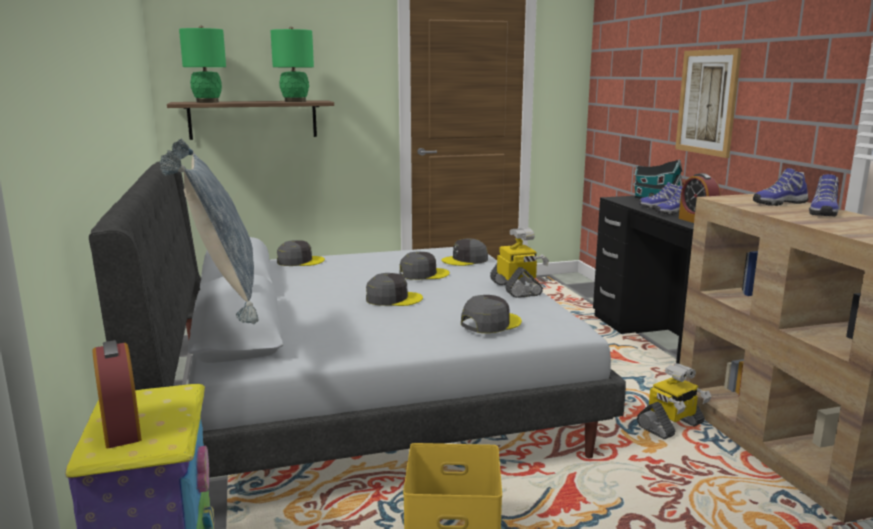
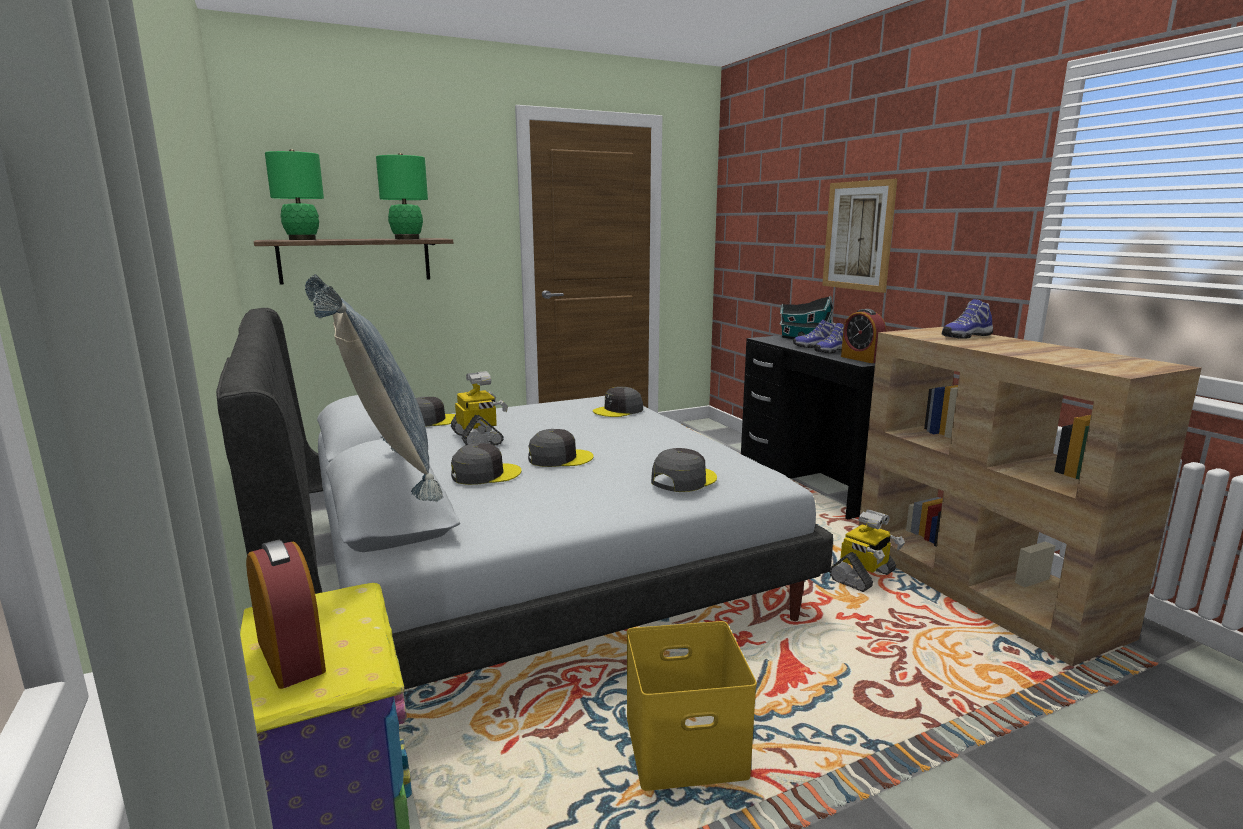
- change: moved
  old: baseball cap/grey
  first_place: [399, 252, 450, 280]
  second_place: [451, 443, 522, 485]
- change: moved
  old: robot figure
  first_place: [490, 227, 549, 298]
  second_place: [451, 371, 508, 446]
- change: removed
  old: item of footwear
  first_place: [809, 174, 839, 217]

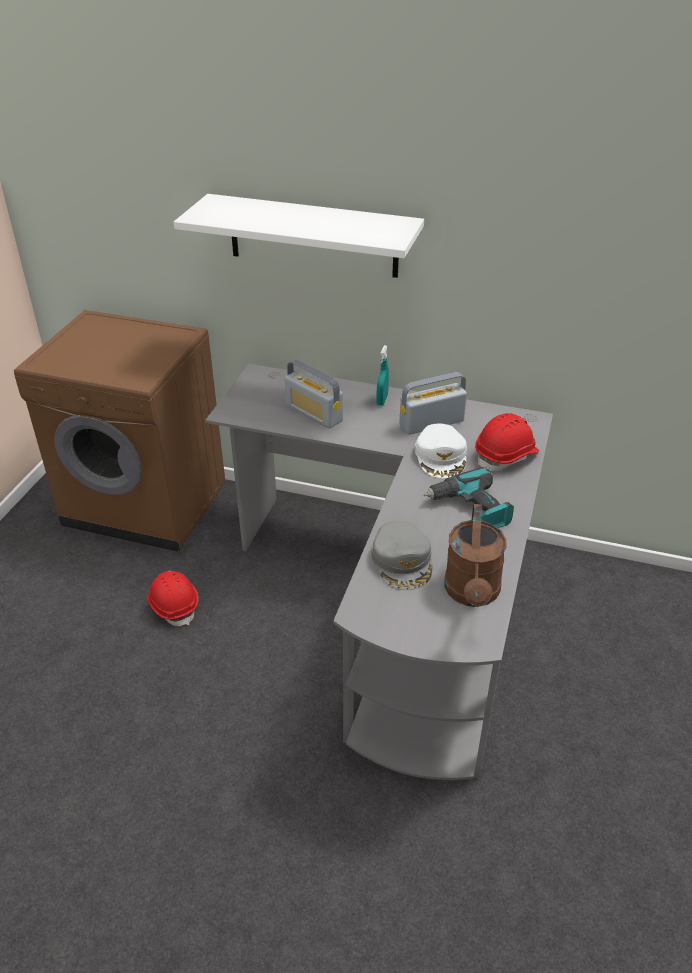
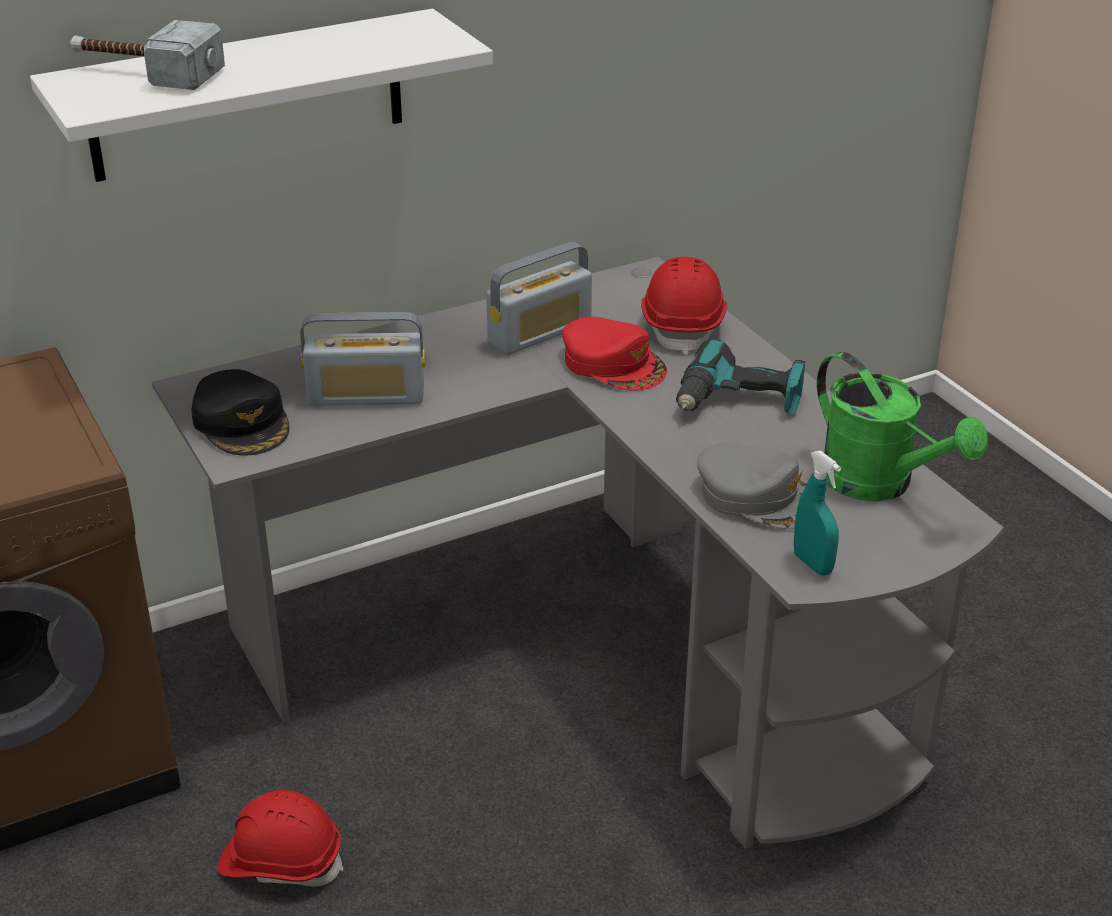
- change: moved
  old: sprayer/turquoise
  first_place: [376, 345, 389, 405]
  second_place: [794, 450, 841, 576]
- change: turned
  old: radio set
  first_place: [399, 372, 467, 435]
  second_place: [486, 242, 592, 355]
  degrees: -150
- change: recoloured
  old: baseball cap/white-coloured
  new: baseball cap/red
  first_place: [415, 424, 467, 478]
  second_place: [562, 317, 667, 391]
- change: recoloured
  old: sprinkling can/brown-coloured
  new: sprinkling can/green-coloured
  first_place: [444, 504, 507, 607]
  second_place: [817, 352, 988, 501]
- change: added
  new: hammer
  second_place: [70, 20, 225, 90]
- change: added
  new: baseball cap/black
  second_place: [191, 369, 289, 456]

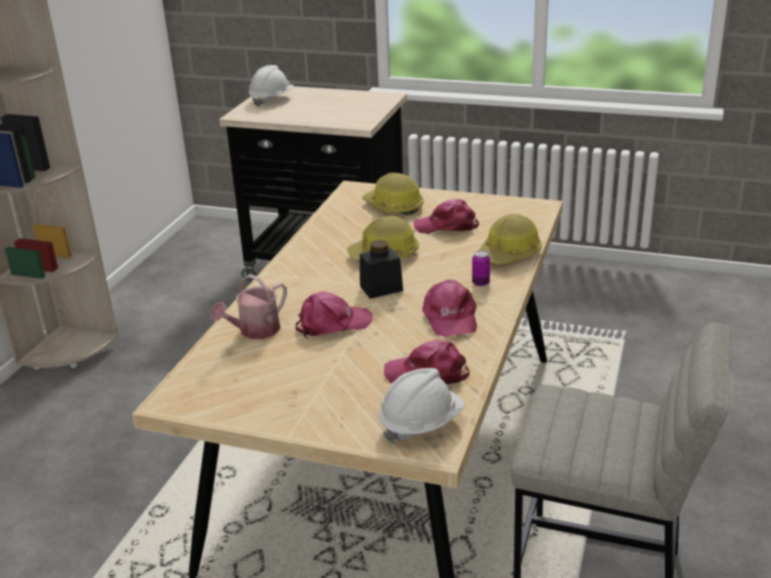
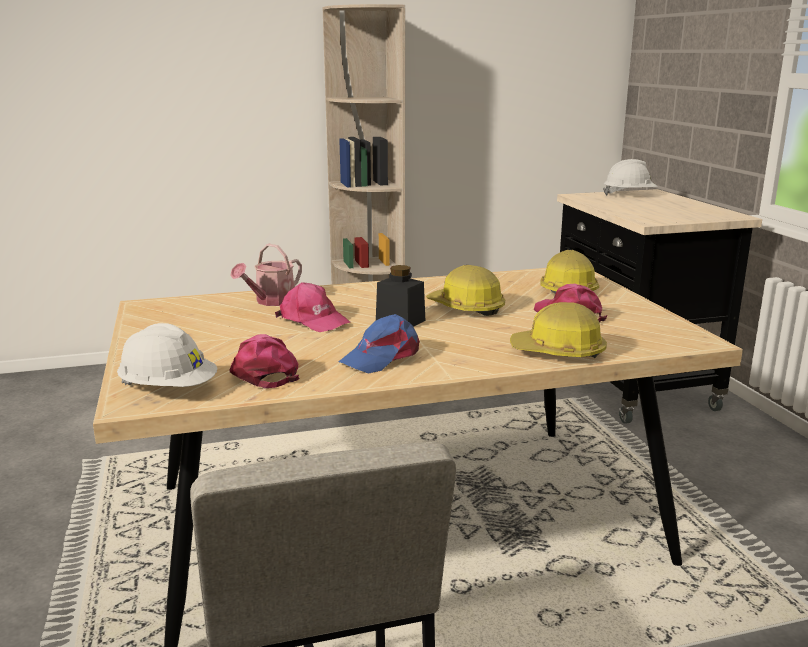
- change: turned
  old: sprinkling can
  first_place: [210, 274, 287, 339]
  second_place: [230, 244, 302, 306]
  degrees: -60
- change: recoloured
  old: baseball cap/pinkish
  new: baseball cap/blue-coloured
  first_place: [422, 280, 477, 337]
  second_place: [338, 314, 420, 374]
- change: removed
  old: sealed can
  first_place: [472, 251, 490, 287]

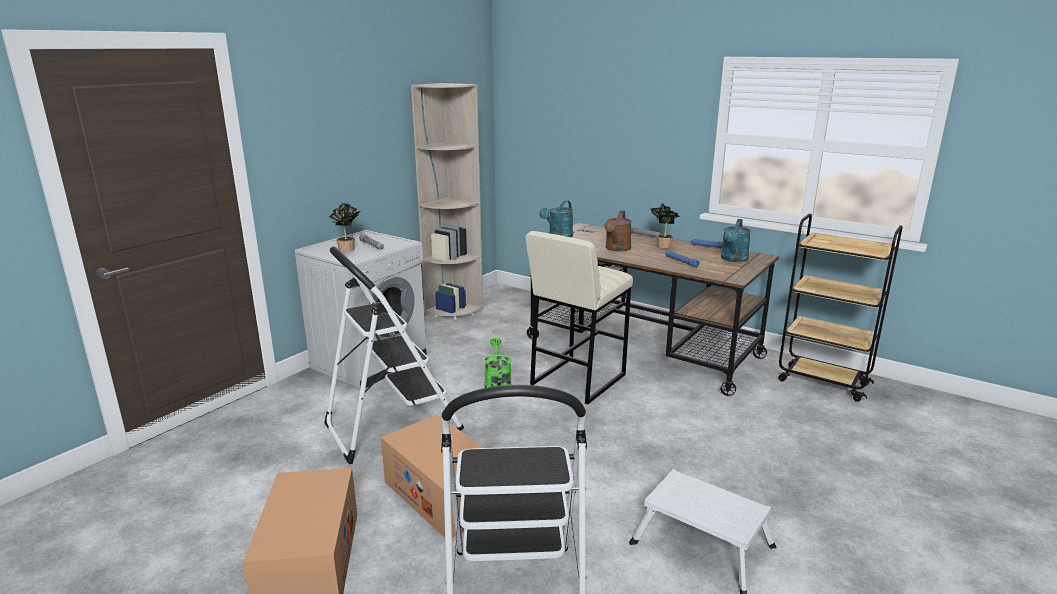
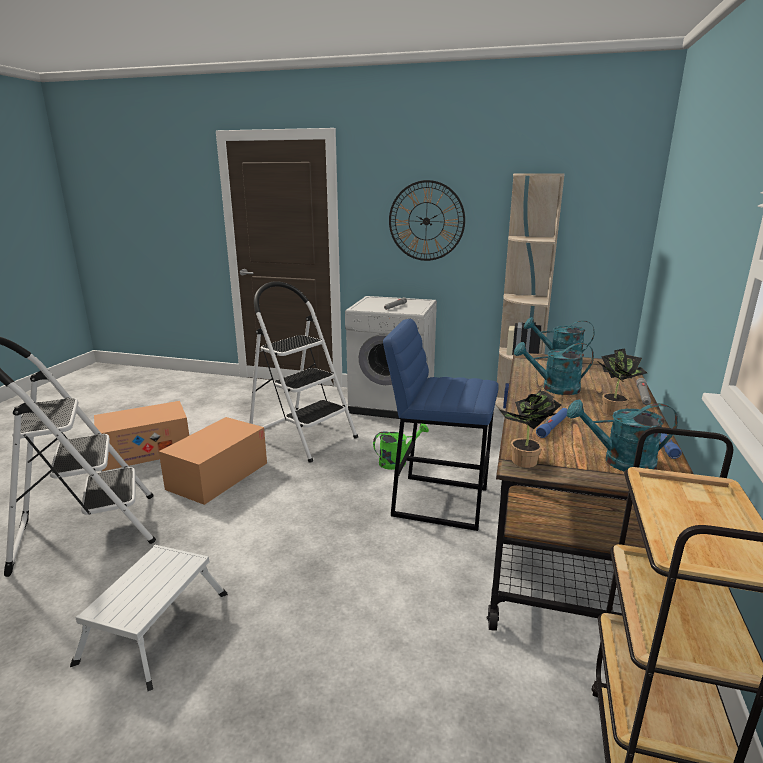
- change: moved
  old: houseplant
  first_place: [329, 203, 361, 252]
  second_place: [500, 390, 561, 468]
- change: recoloured
  old: stool/beige
  new: stool/blue-coloured
  first_place: [525, 231, 633, 404]
  second_place: [383, 319, 499, 531]
- change: recoloured
  old: sprinkling can/brown-coloured
  new: sprinkling can/turquoise
  first_place: [604, 210, 632, 252]
  second_place: [514, 342, 594, 395]
- change: added
  new: hanging clock
  second_place: [389, 180, 465, 261]

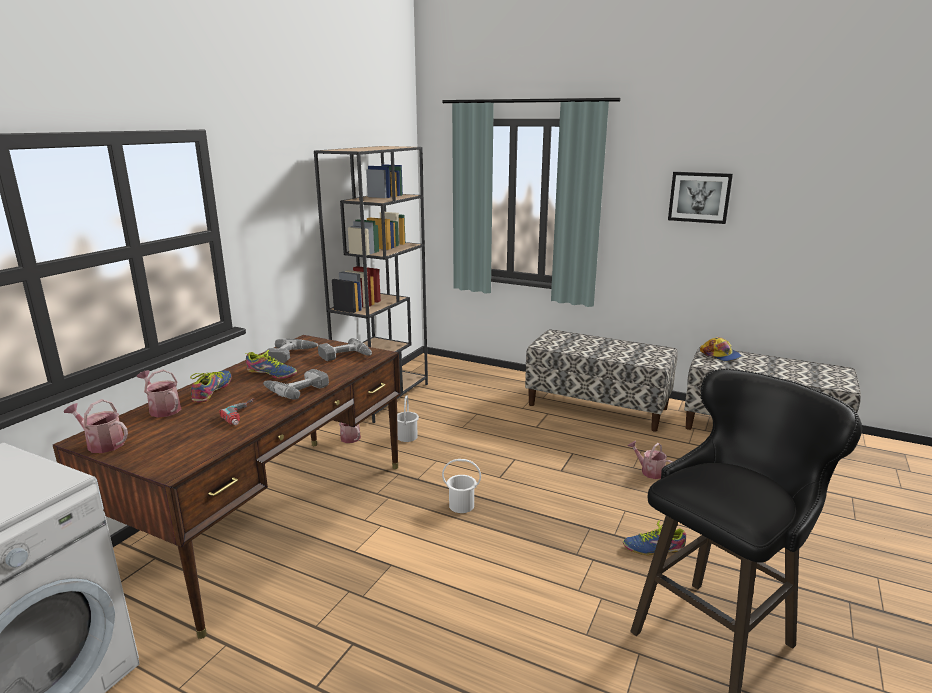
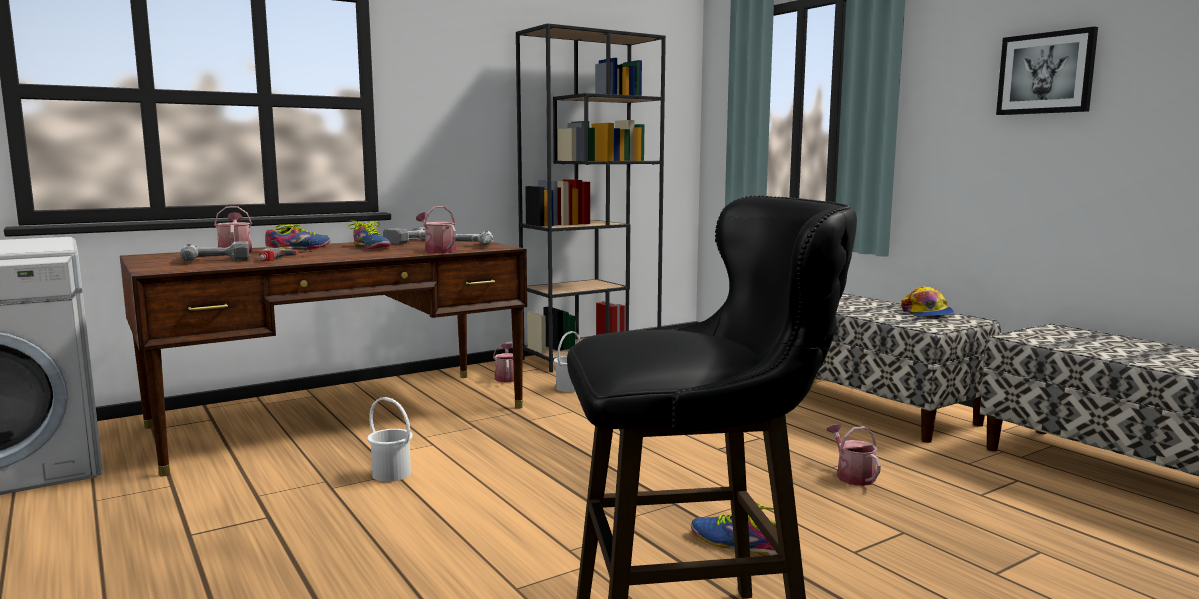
- change: moved
  old: sprinkling can
  first_place: [64, 399, 128, 453]
  second_place: [416, 206, 456, 253]
- change: moved
  old: electric drill
  first_place: [263, 369, 329, 400]
  second_place: [180, 241, 249, 261]
- change: moved
  old: bucket/white-coloured
  first_place: [442, 459, 481, 513]
  second_place: [367, 397, 413, 482]
- change: moved
  old: baseball cap
  first_place: [700, 337, 741, 361]
  second_place: [901, 286, 954, 317]

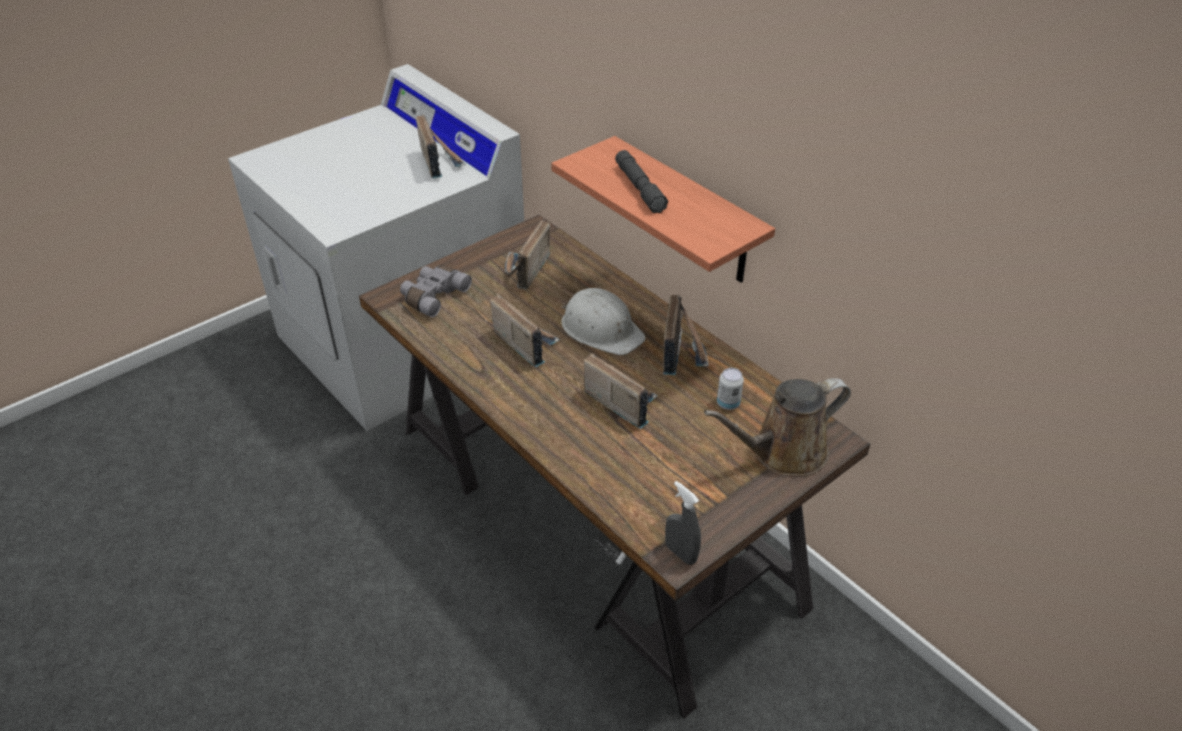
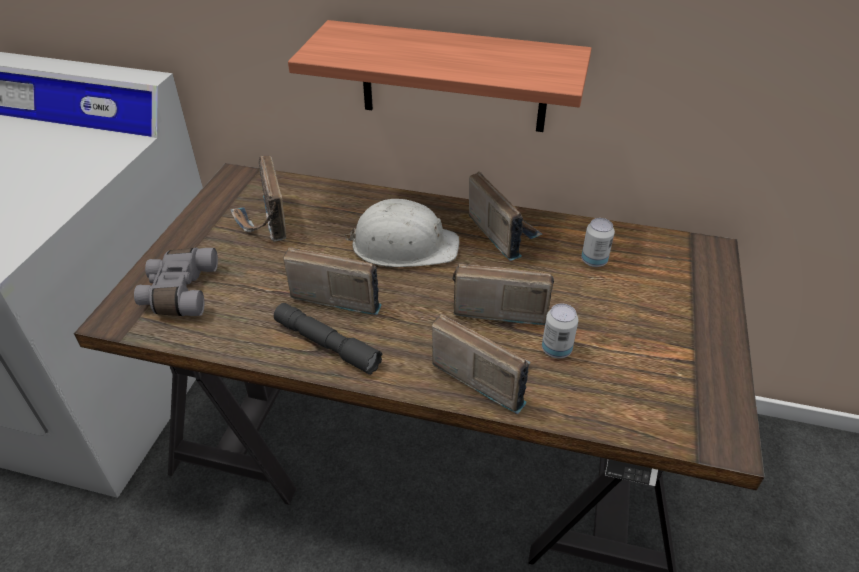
- change: moved
  old: radio set
  first_place: [416, 114, 466, 179]
  second_place: [432, 314, 531, 414]
- change: moved
  old: hand torch/grey
  first_place: [615, 150, 668, 213]
  second_place: [274, 303, 383, 375]
- change: removed
  old: sprayer/grey
  first_place: [665, 481, 701, 565]
- change: removed
  old: sprinkling can/brown-coloured
  first_place: [704, 378, 851, 476]
- change: added
  new: sealed can
  second_place: [542, 304, 578, 358]

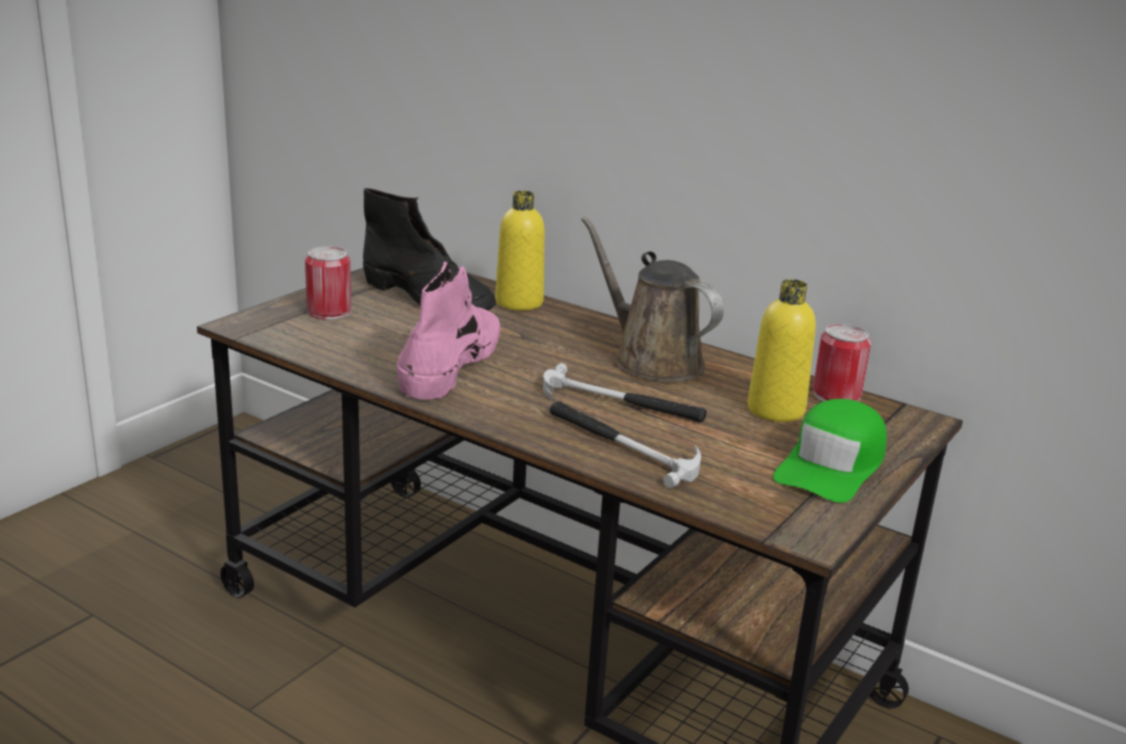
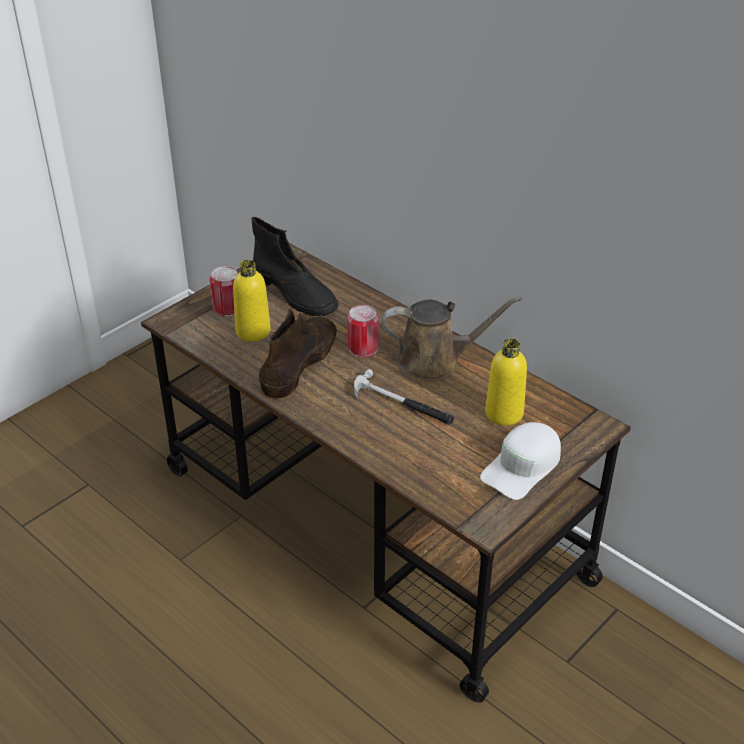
- change: recoloured
  old: high-top boot/pinkish
  new: high-top boot/brown-coloured
  first_place: [397, 261, 500, 400]
  second_place: [259, 309, 337, 398]
- change: moved
  old: bottle/yellow-coloured
  first_place: [495, 191, 545, 310]
  second_place: [233, 260, 271, 342]
- change: removed
  old: hammer
  first_place: [549, 401, 701, 488]
- change: turned
  old: sprinkling can/brown-coloured
  first_place: [581, 216, 724, 382]
  second_place: [382, 296, 522, 381]
  degrees: 120
- change: recoloured
  old: baseball cap/green-coloured
  new: baseball cap/white-coloured
  first_place: [773, 399, 887, 503]
  second_place: [480, 422, 561, 500]
- change: moved
  old: sealed can
  first_place: [813, 324, 871, 402]
  second_place: [347, 305, 379, 357]

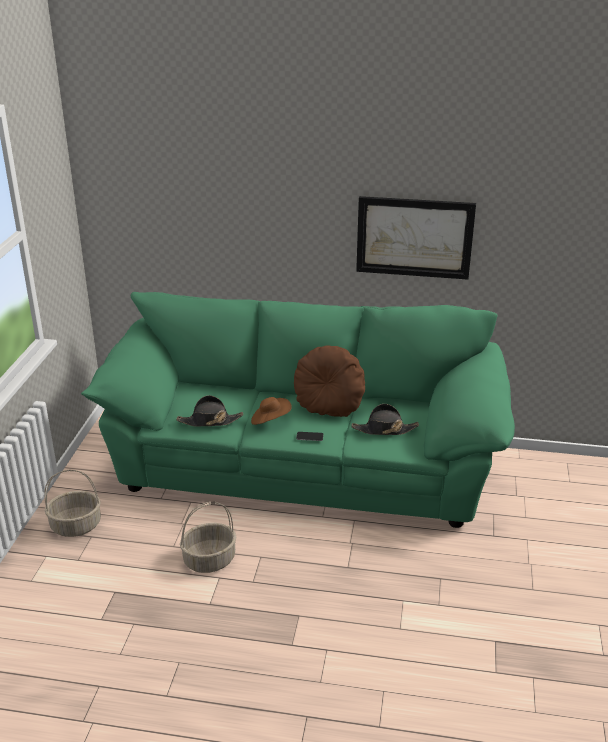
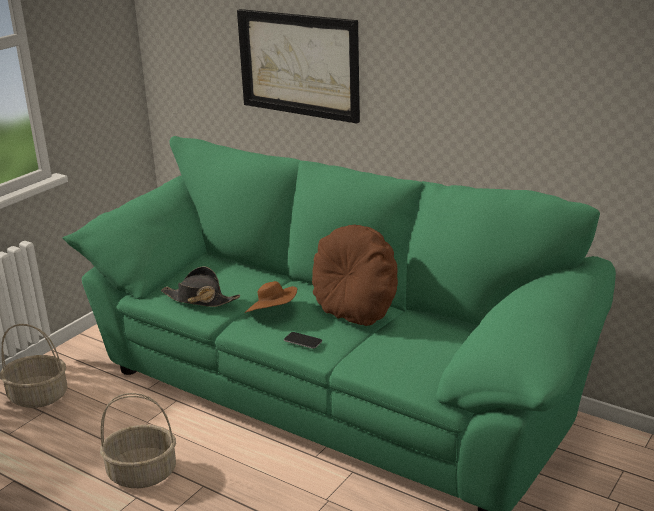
- change: removed
  old: hat/black
  first_place: [351, 404, 419, 435]
- change: moved
  old: wall picture
  first_place: [356, 196, 476, 279]
  second_place: [237, 9, 360, 123]

